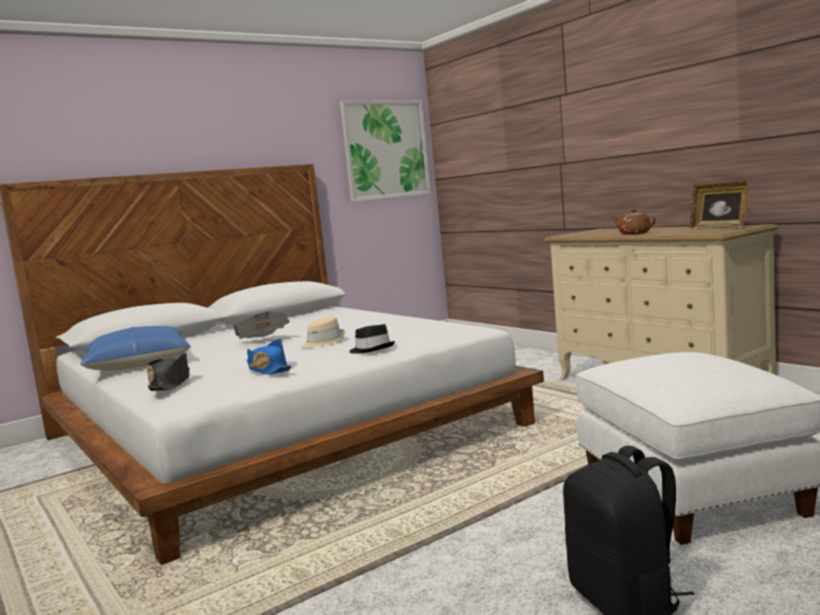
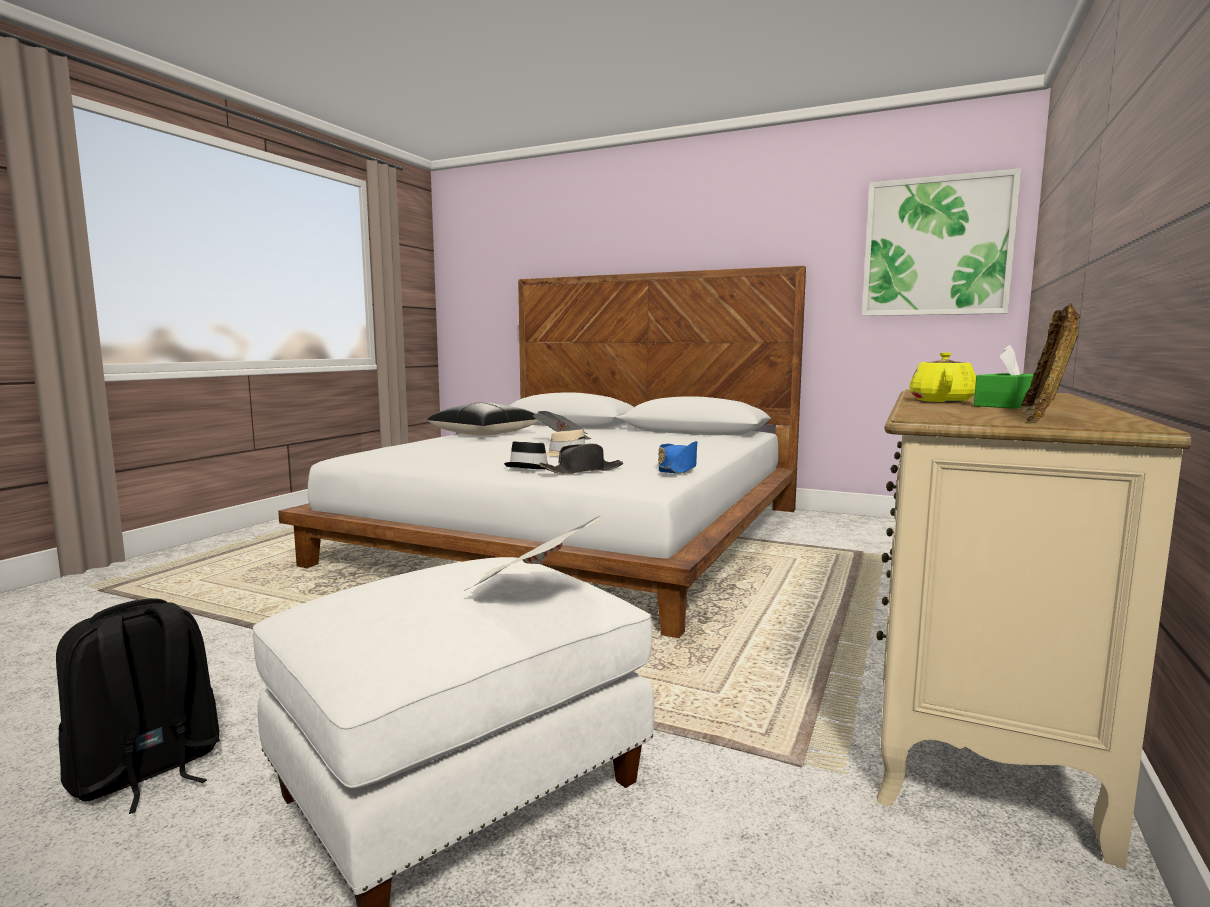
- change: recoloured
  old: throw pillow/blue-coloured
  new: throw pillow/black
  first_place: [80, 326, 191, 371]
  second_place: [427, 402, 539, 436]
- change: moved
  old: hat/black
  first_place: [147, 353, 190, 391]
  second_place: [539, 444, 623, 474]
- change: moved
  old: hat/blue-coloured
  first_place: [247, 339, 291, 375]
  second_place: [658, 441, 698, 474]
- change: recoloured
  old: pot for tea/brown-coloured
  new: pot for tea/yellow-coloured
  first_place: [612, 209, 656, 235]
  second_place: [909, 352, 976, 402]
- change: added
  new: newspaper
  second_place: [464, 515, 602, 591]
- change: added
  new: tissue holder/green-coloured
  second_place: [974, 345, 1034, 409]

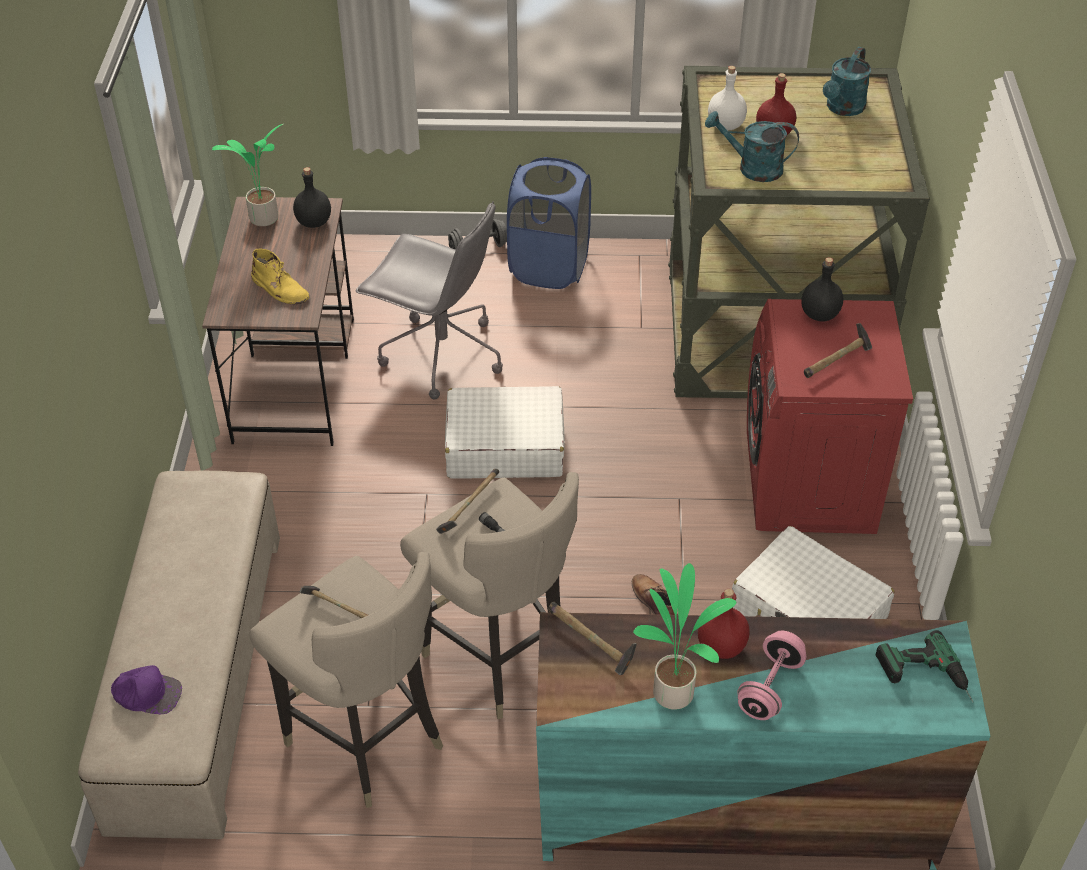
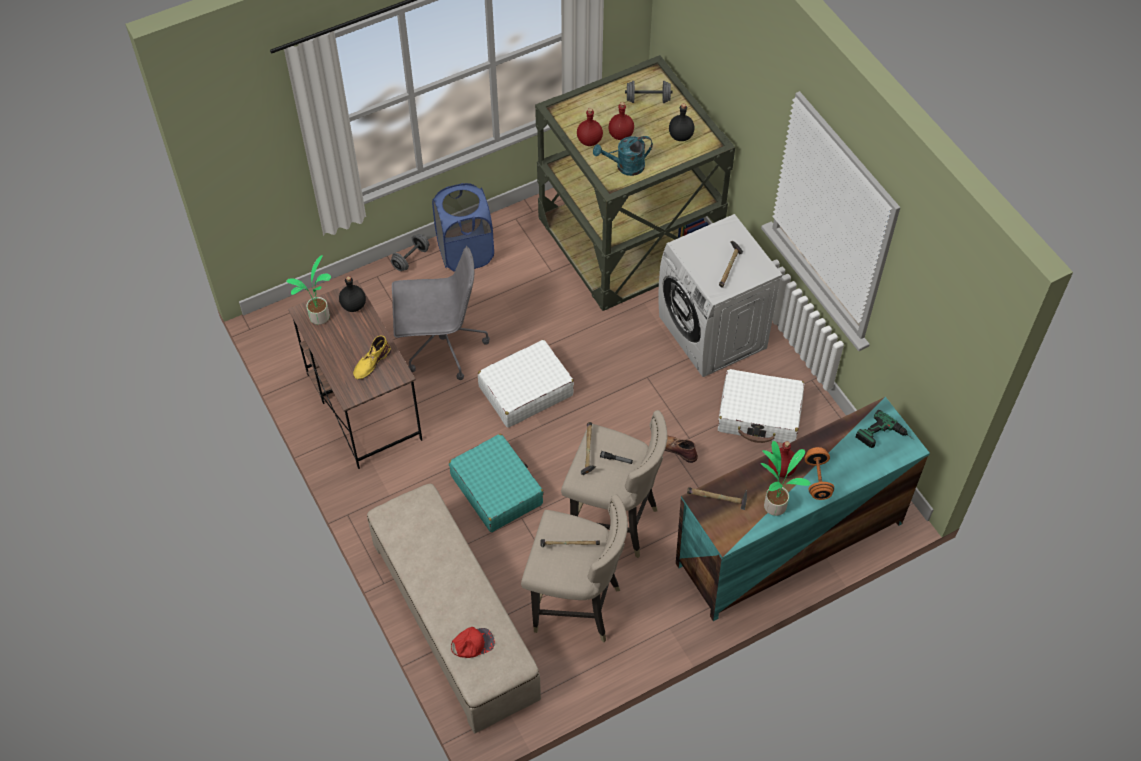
- change: recoloured
  old: baseball cap/purple-coloured
  new: baseball cap/red
  first_place: [111, 665, 182, 714]
  second_place: [451, 627, 495, 658]
- change: turned
  old: high-top boot/yellow-coloured
  first_place: [251, 248, 310, 304]
  second_place: [353, 336, 391, 380]
  degrees: 120
- change: recoloured
  old: bottle/white-coloured
  new: bottle/red
  first_place: [708, 66, 747, 131]
  second_place: [577, 108, 603, 146]
- change: recoloured
  old: hand weight/pinkish
  new: hand weight/orangey
  first_place: [737, 631, 806, 720]
  second_place: [804, 447, 834, 500]
- change: recoloured
  old: laundry appliance/red
  new: laundry appliance/white-coloured
  first_place: [747, 299, 913, 534]
  second_place: [659, 214, 782, 377]
- change: moved
  old: bottle/black
  first_place: [801, 257, 843, 322]
  second_place: [669, 103, 694, 141]
- change: replaced
  old: sprinkling can/turquoise
  new: hand weight/grey
  first_place: [823, 47, 871, 116]
  second_place: [625, 81, 672, 103]
- change: added
  new: travel case/turquoise
  second_place: [449, 434, 544, 532]

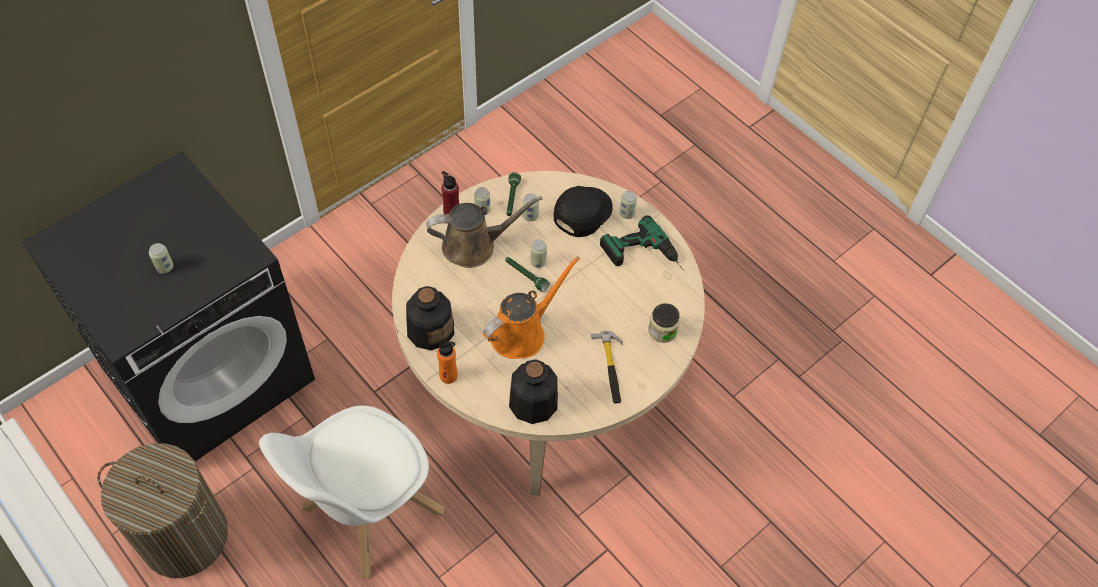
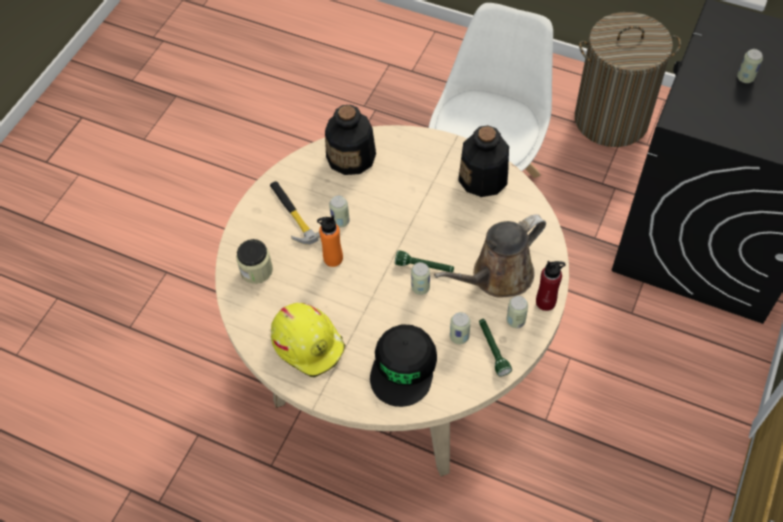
- change: moved
  old: bottle/orangey
  first_place: [437, 341, 458, 384]
  second_place: [317, 215, 343, 267]
- change: removed
  old: sprinkling can/orangey
  first_place: [483, 256, 580, 359]
- change: replaced
  old: electric drill
  new: work helmet/yellow-coloured
  first_place: [600, 215, 684, 271]
  second_place: [271, 303, 346, 377]
- change: moved
  old: sealed can
  first_place: [619, 191, 637, 219]
  second_place: [329, 196, 350, 227]

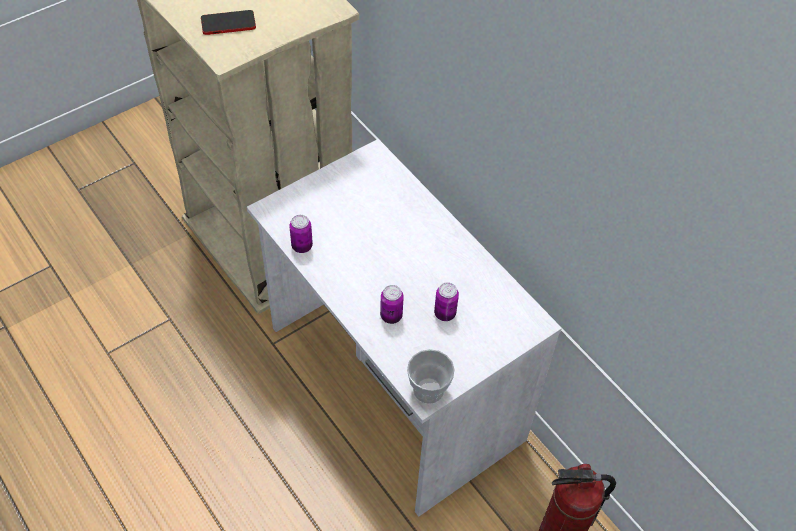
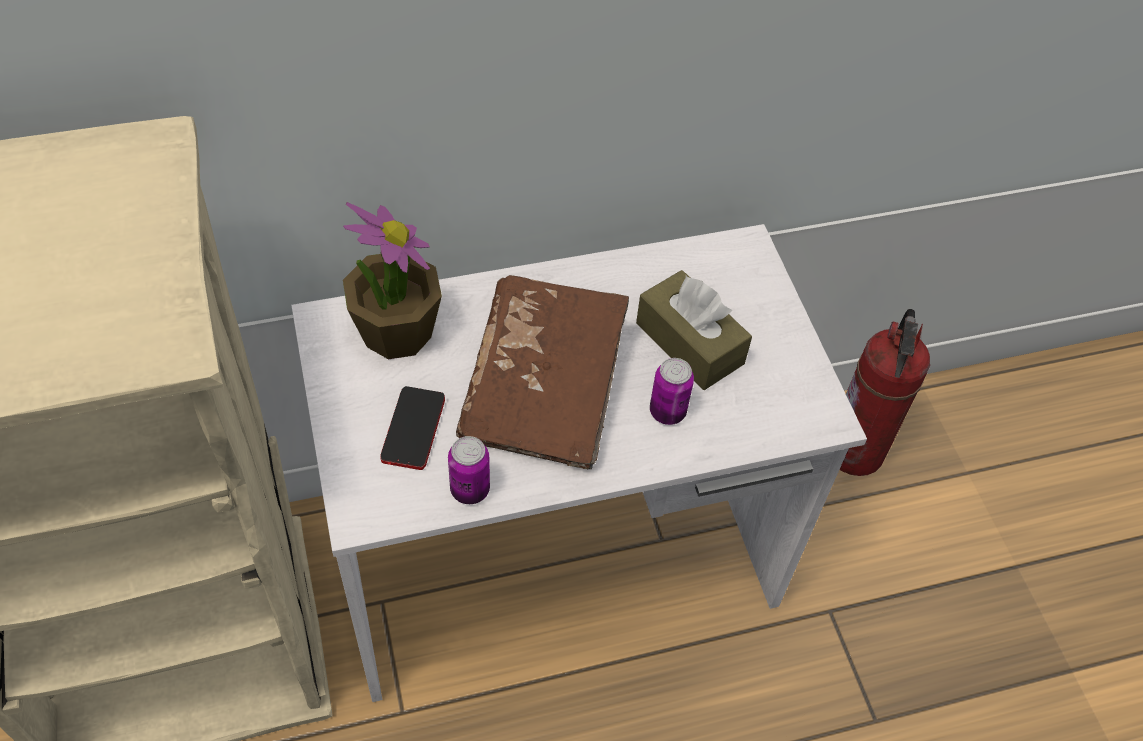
- change: moved
  old: handset
  first_place: [201, 10, 256, 35]
  second_place: [380, 386, 445, 470]
- change: removed
  old: cup
  first_place: [407, 349, 455, 404]
- change: replaced
  old: sealed can
  new: tissue holder/brown-coloured
  first_place: [434, 282, 459, 321]
  second_place: [636, 270, 752, 390]
- change: added
  new: houseplant
  second_place: [343, 202, 442, 359]
- change: added
  new: volume/brown-coloured
  second_place: [456, 275, 629, 469]

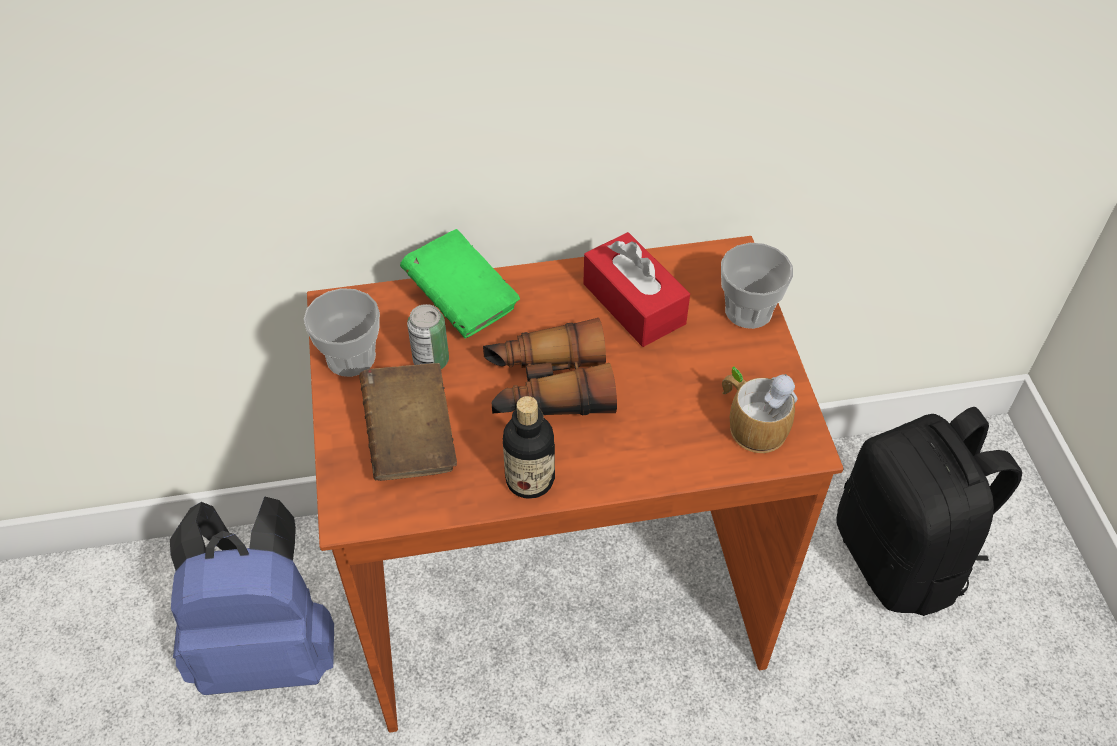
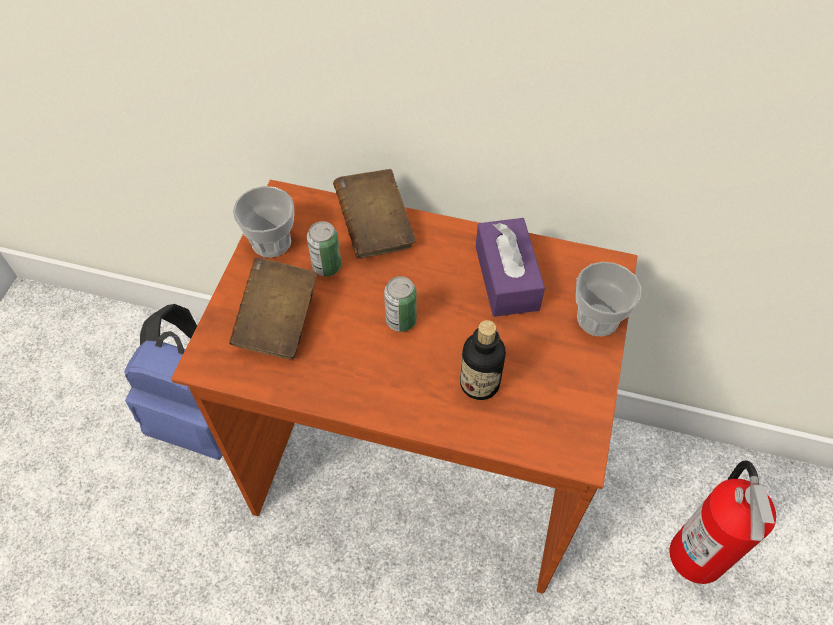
- change: recoloured
  old: volume/green-coloured
  new: volume/brown-coloured
  first_place: [400, 229, 520, 338]
  second_place: [333, 169, 416, 259]
- change: replaced
  old: field glasses
  new: sealed can
  first_place: [483, 318, 617, 415]
  second_place: [384, 276, 417, 332]
- change: moved
  old: bottle
  first_place: [502, 396, 555, 499]
  second_place: [460, 320, 506, 400]
- change: recoloured
  old: tissue holder/red
  new: tissue holder/purple-coloured
  first_place: [583, 232, 690, 347]
  second_place: [476, 218, 545, 317]
- change: removed
  old: tea mug
  first_place: [722, 367, 797, 453]
- change: replaced
  old: knapsack/black
  new: extinguisher
  first_place: [836, 407, 1022, 616]
  second_place: [670, 461, 776, 584]

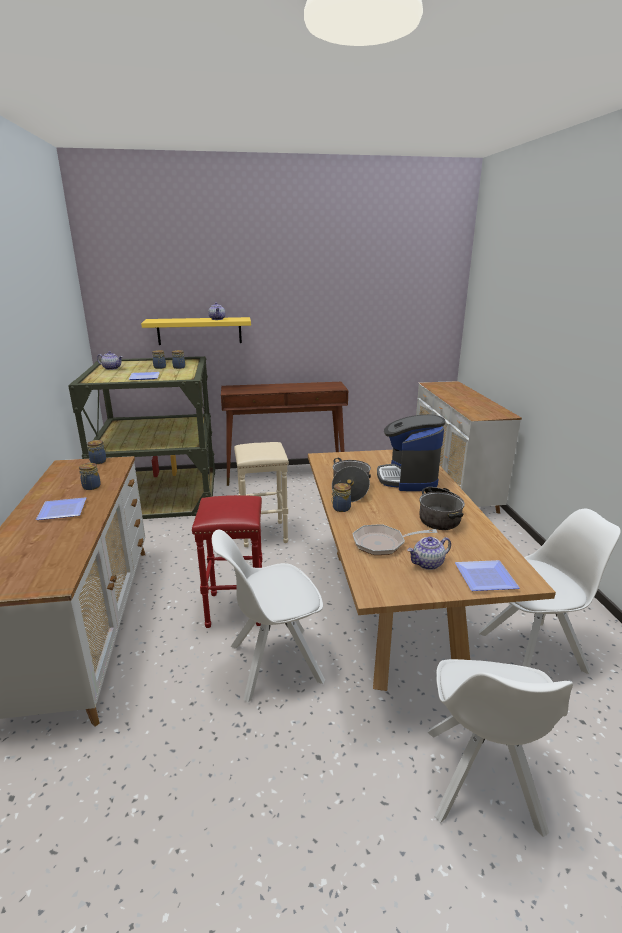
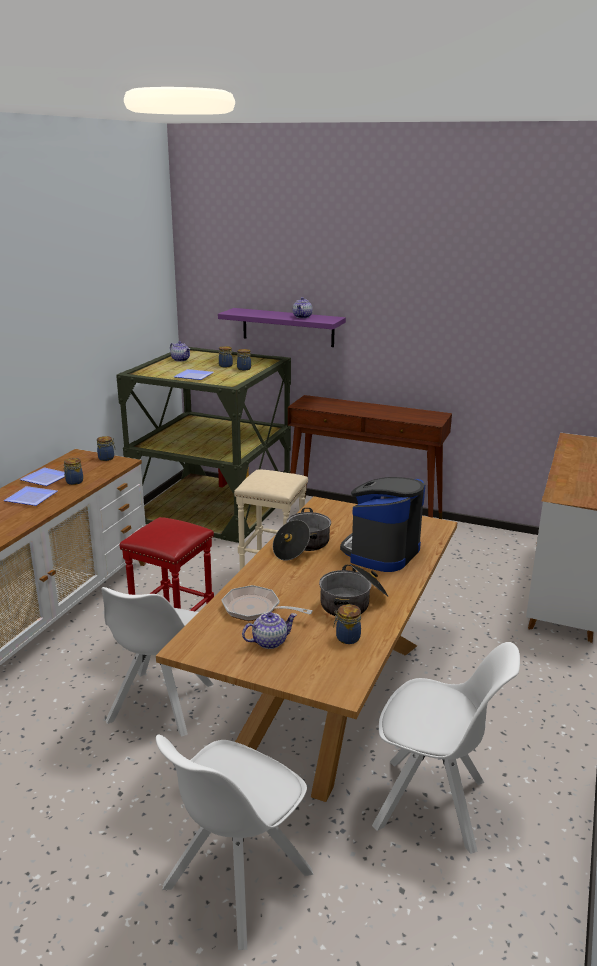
- change: recoloured
  old: shelf/yellow-coloured
  new: shelf/purple-coloured
  first_place: [141, 317, 251, 345]
  second_place: [218, 308, 346, 347]
- change: turned
  old: plain chair/white-coloured
  first_place: [212, 530, 325, 703]
  second_place: [102, 587, 214, 737]
  degrees: -90
- change: moved
  old: jar
  first_place: [331, 483, 351, 512]
  second_place: [333, 604, 361, 644]
- change: turned
  old: pot for tea
  first_place: [408, 537, 451, 570]
  second_place: [242, 612, 297, 649]
  degrees: 150
- change: moved
  old: plate
  first_place: [455, 560, 520, 591]
  second_place: [19, 468, 65, 486]

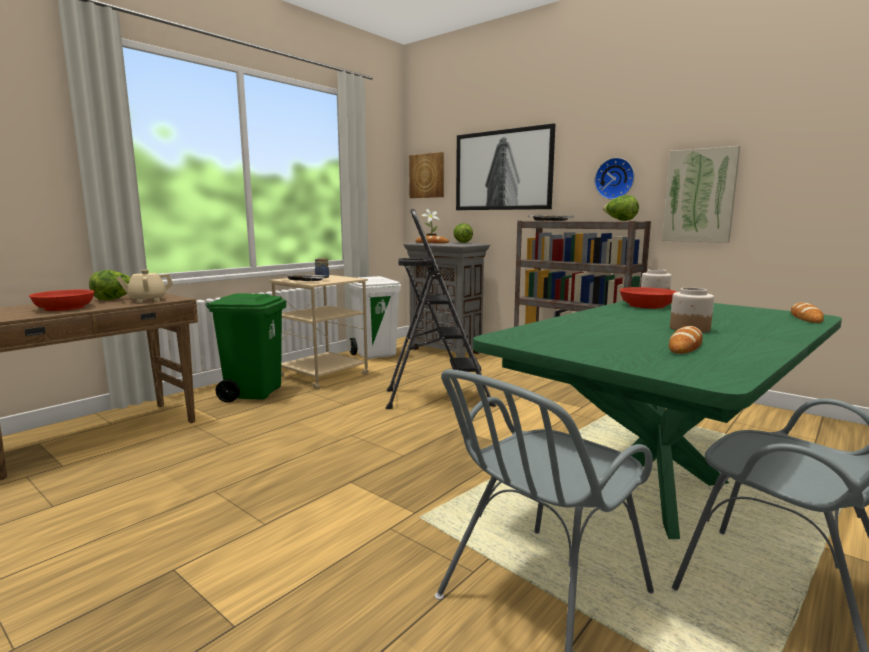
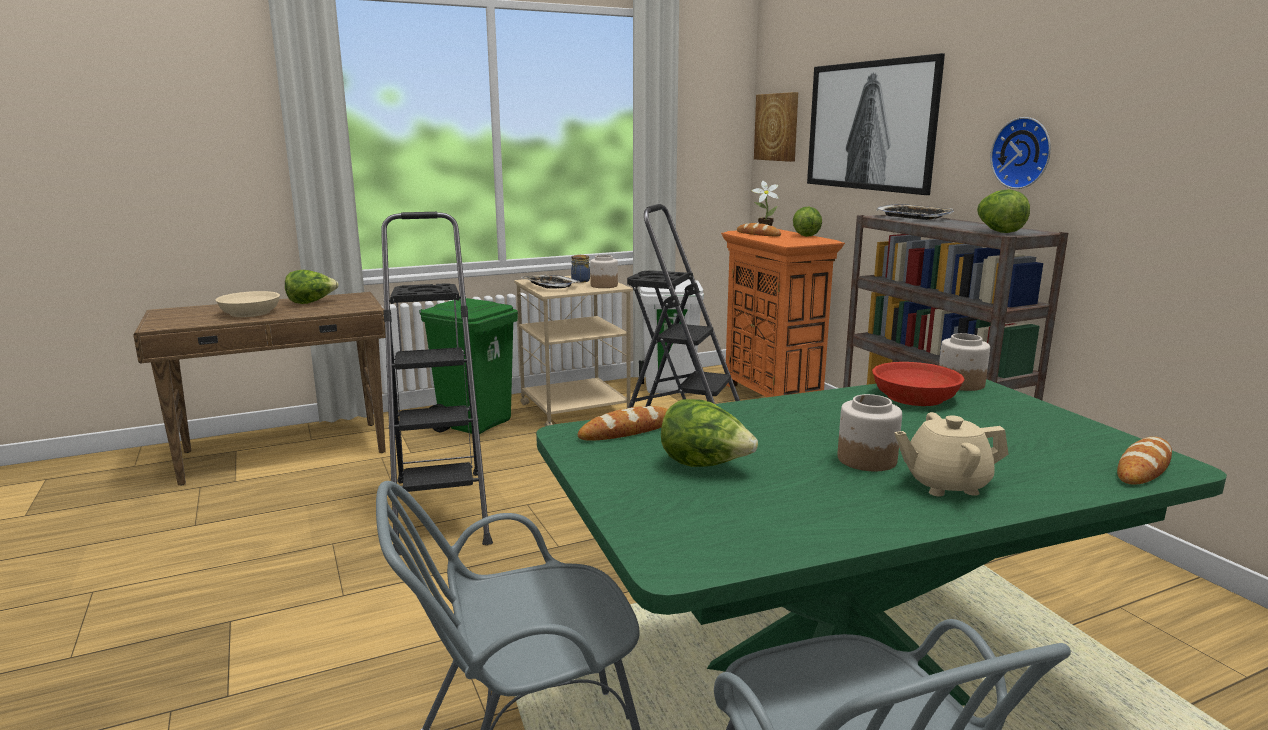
- change: recoloured
  old: serving bowl/red
  new: serving bowl/beige
  first_place: [29, 290, 95, 311]
  second_place: [215, 291, 280, 317]
- change: moved
  old: pot for tea/beige
  first_place: [116, 270, 173, 303]
  second_place: [894, 412, 1009, 496]
- change: recoloured
  old: cupboard/grey
  new: cupboard/orangey
  first_place: [403, 242, 490, 358]
  second_place: [721, 229, 845, 397]
- change: removed
  old: wall picture
  first_place: [662, 146, 740, 243]
- change: moved
  old: bread
  first_place: [669, 326, 702, 354]
  second_place: [578, 406, 668, 441]
- change: added
  new: stepladder
  second_place: [381, 212, 493, 556]
- change: added
  new: jar
  second_place: [590, 255, 618, 288]
- change: added
  new: lettuce
  second_place: [661, 399, 758, 467]

